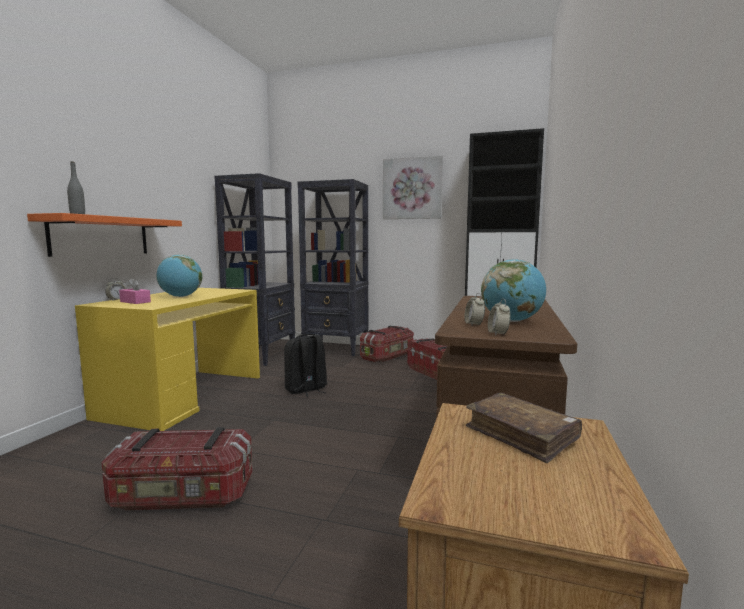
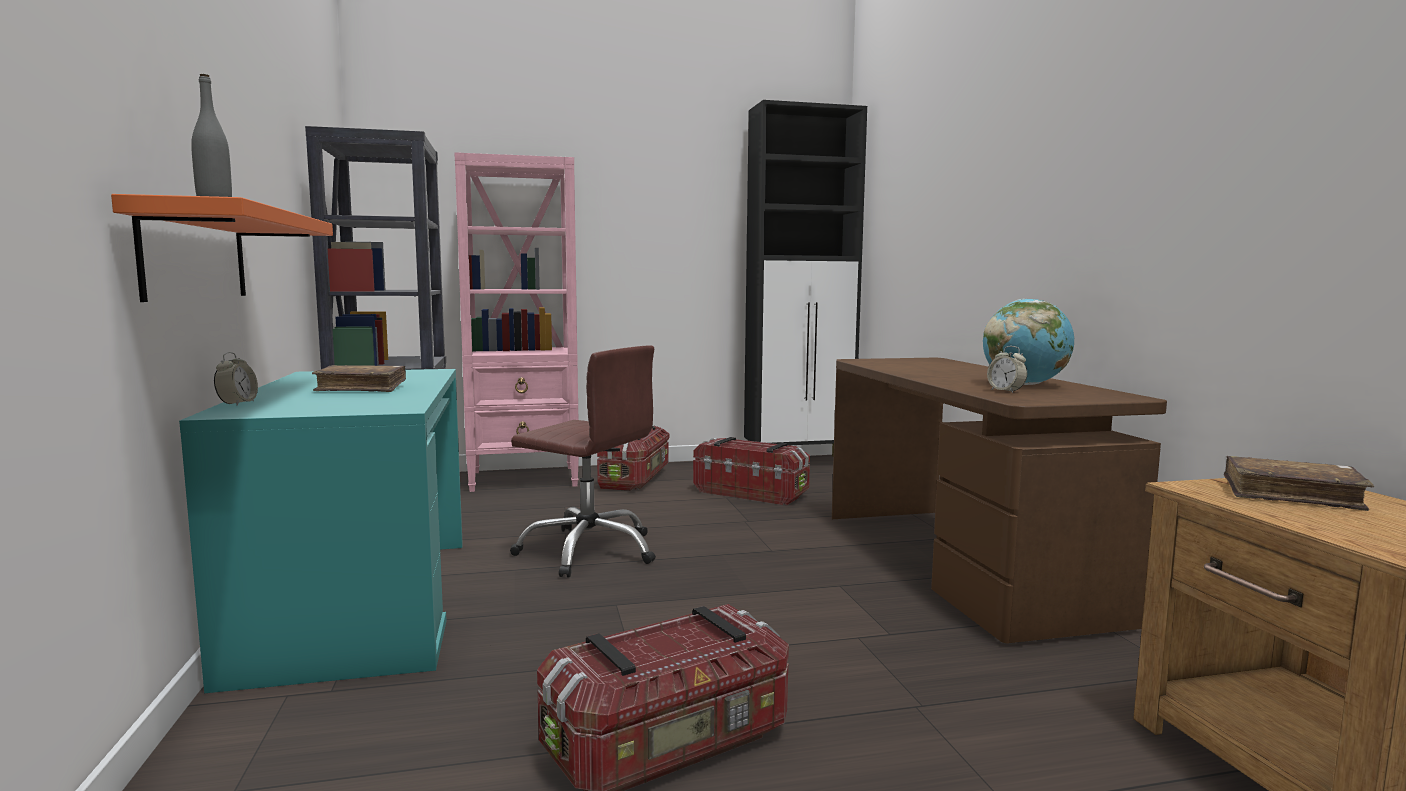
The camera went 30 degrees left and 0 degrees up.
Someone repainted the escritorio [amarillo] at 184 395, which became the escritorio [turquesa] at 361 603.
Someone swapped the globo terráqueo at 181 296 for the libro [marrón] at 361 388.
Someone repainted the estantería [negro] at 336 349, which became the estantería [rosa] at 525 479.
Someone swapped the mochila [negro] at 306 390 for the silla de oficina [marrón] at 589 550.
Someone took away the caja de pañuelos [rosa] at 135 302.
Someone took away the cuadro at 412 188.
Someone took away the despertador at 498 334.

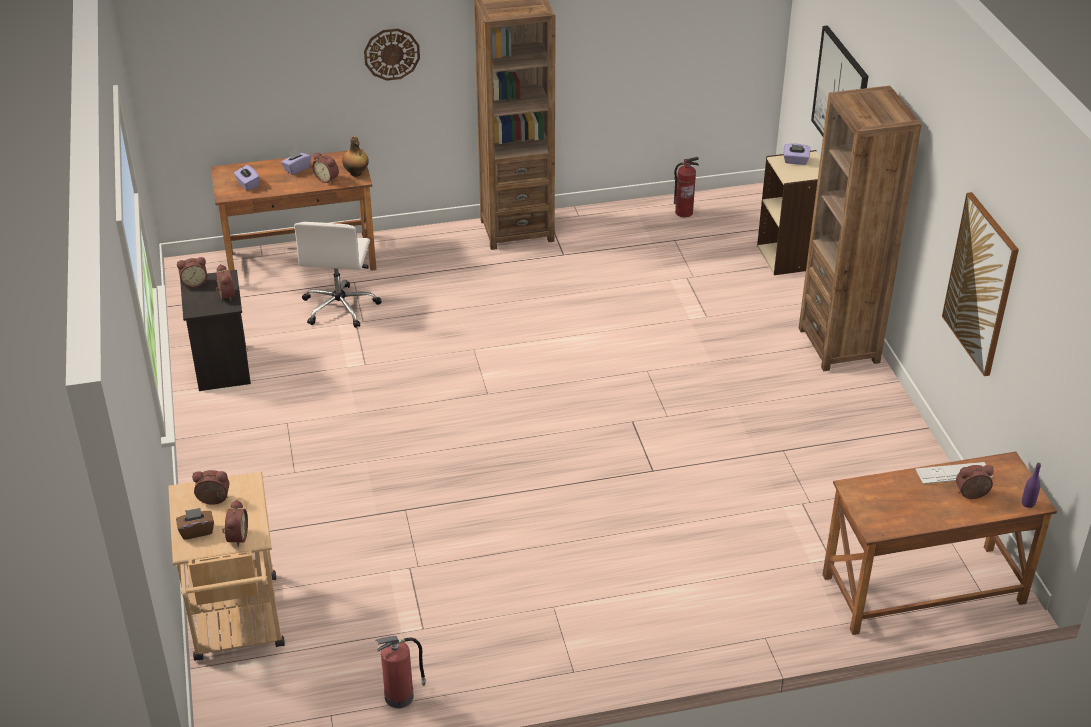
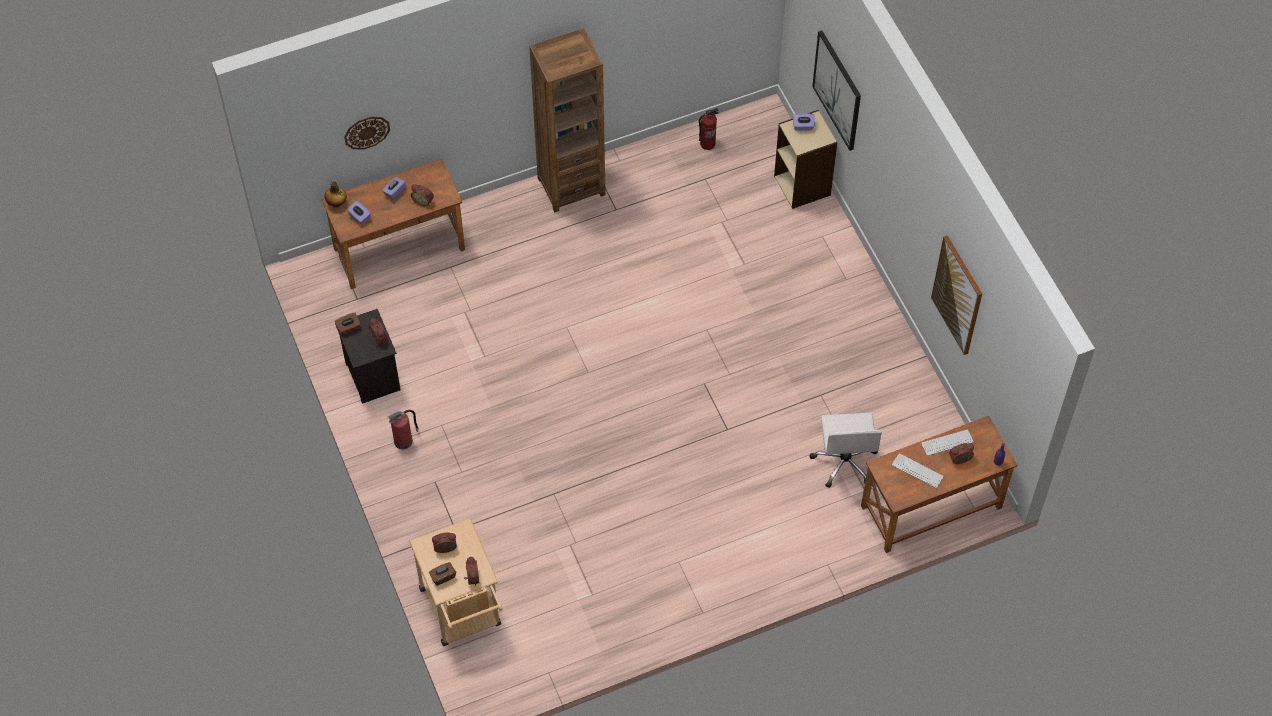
The camera went 10 degrees left and 20 degrees up.
Someone carried the botella from 356 173 to 337 203.
Someone swapped the despertador at 194 282 for the caja de pañuelos [marrón] at 348 328.
Someone carried the reloj de pared from 391 54 to 366 132.
Someone carried the extintor from 401 696 to 404 440.
Someone carried the silla de oficina [blanco] from 340 307 to 844 462.
Someone put down the teclado at 917 471.
Someone took away the estantería [marrón] at 839 345.

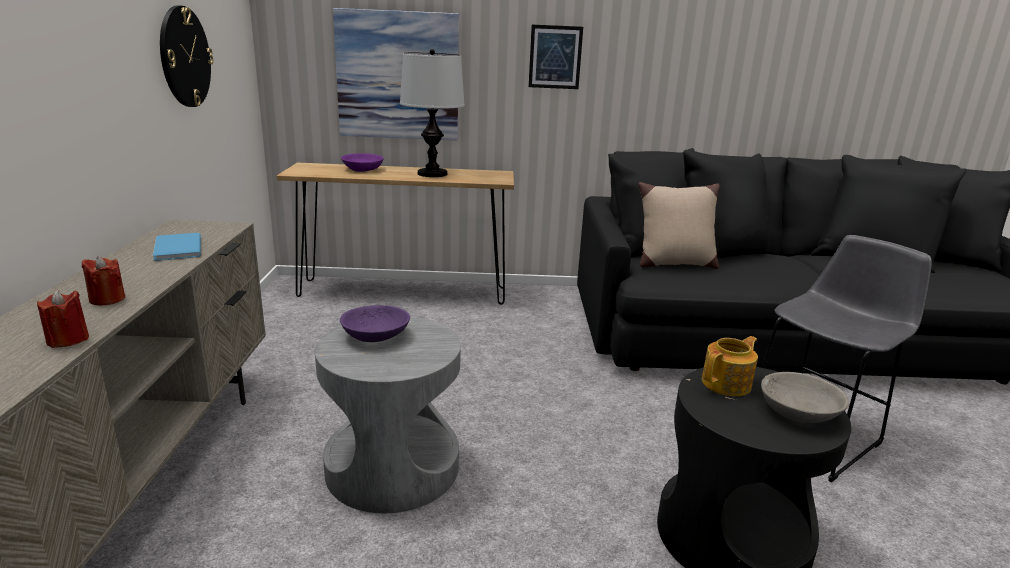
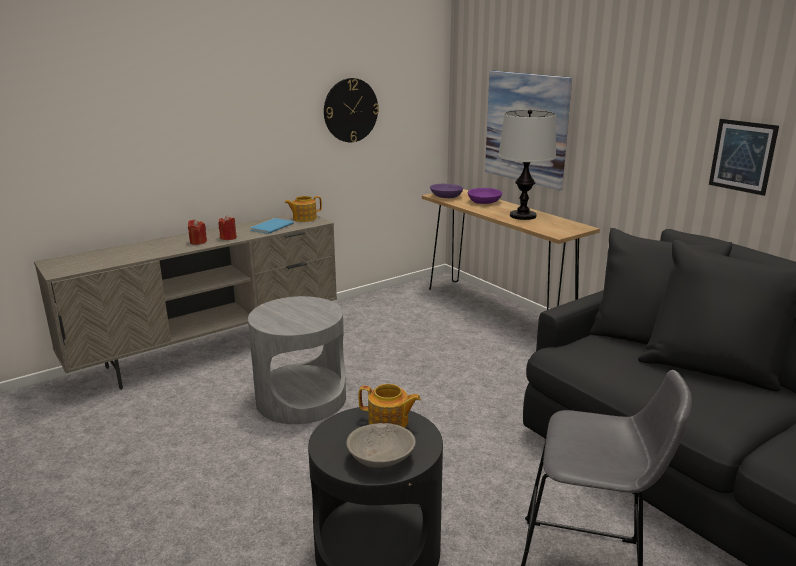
The camera went 55 degrees right and 0 degrees up.
Someone carried the vela [rojo] from 68 340 to 228 238.
Someone put down the tetera at 304 218.
Someone carried the cuenco [morado] from 375 336 to 446 196.
Someone carried the cuadro from 555 57 to 742 156.
Someone took away the cojín [beis] at 673 264.

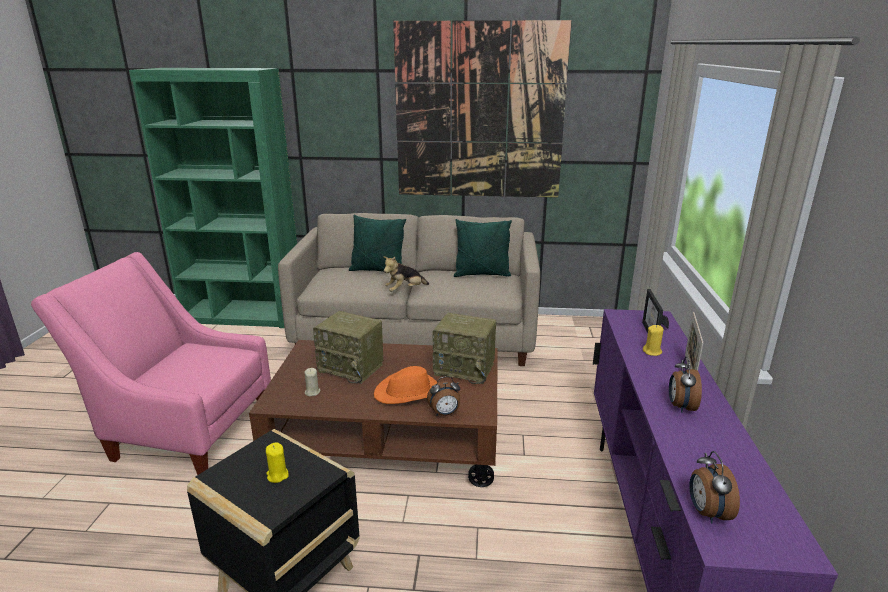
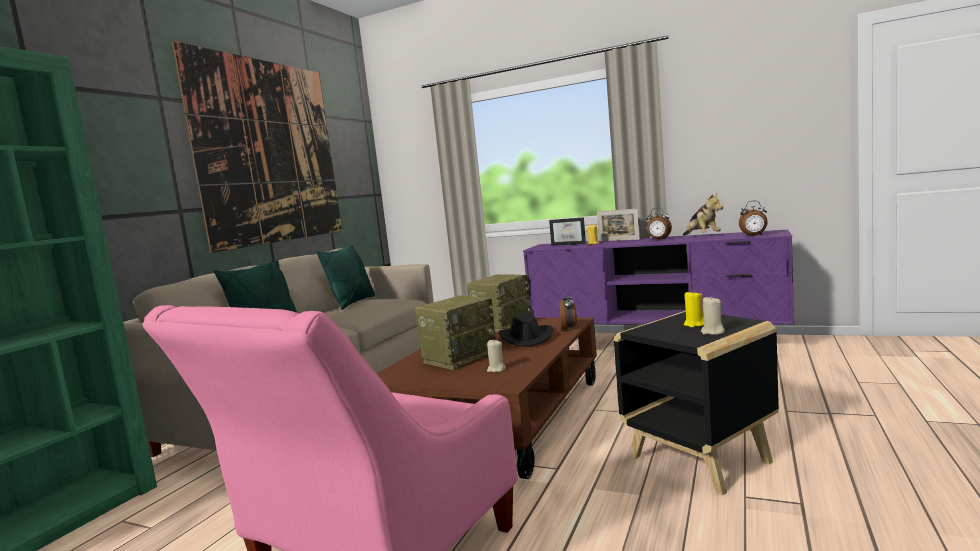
The camera went 70 degrees left and 15 degrees down.
Someone repainted the sombrero [naranja] at 408 392, which became the sombrero [negro] at 526 338.
Someone carried the peluche from 405 290 to 702 236.
Someone put down the vela [beis] at 712 332.

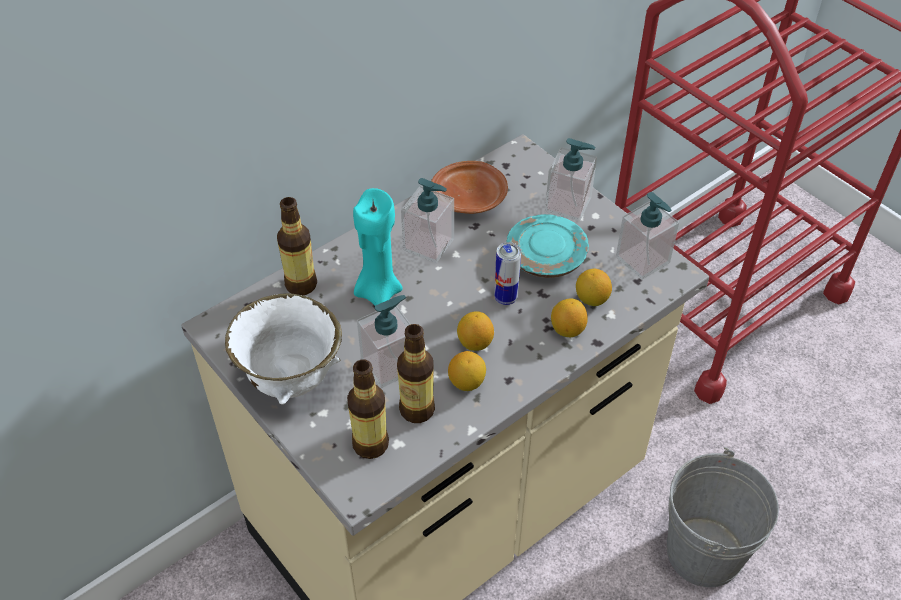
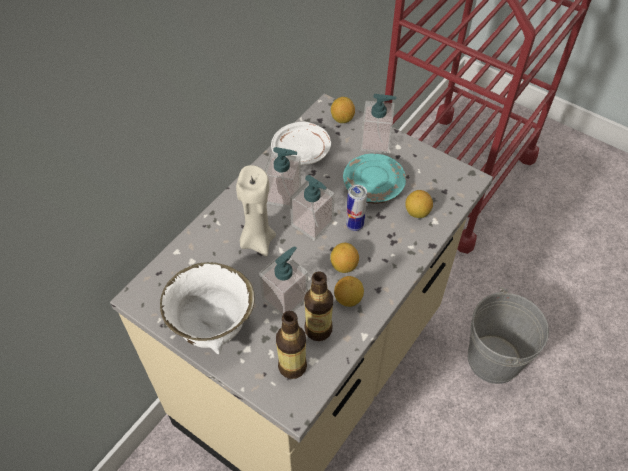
The camera went 15 degrees left and 5 degrees up.
Someone repainted the vela [turquesa] at 378 291, which became the vela [beis] at 257 241.
Someone repainted the plato [marrón] at 470 197, which became the plato [blanco] at 302 151.
Someone carried the dispensador de jabón from 643 260 to 312 223.
Someone carried the limón from 567 329 to 342 119.
Someone took away the botella at 301 284.

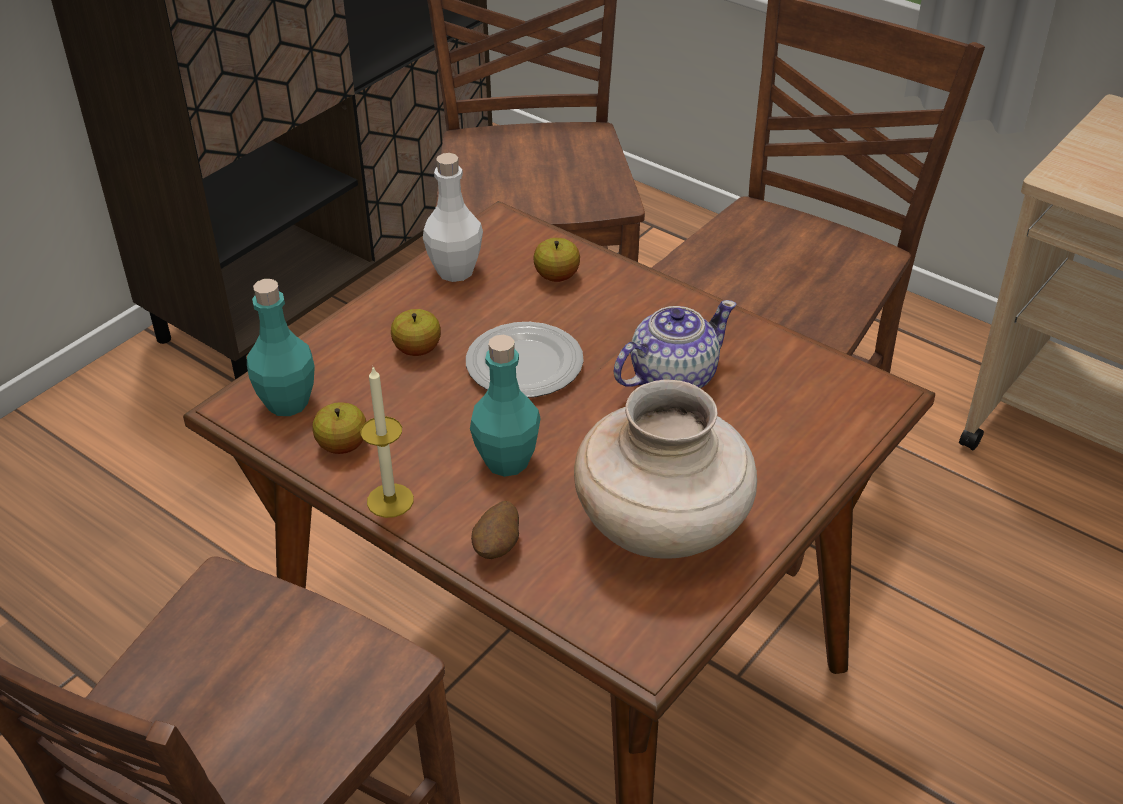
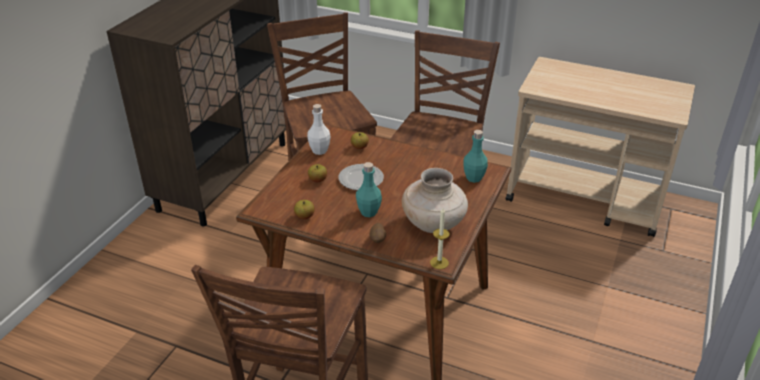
The camera went 15 degrees left and 5 degrees down.
Someone carried the vela from 390 500 to 439 262.
Someone carried the botella [turquesa] from 287 403 to 474 178.
Someone took away the tetera at 671 377.

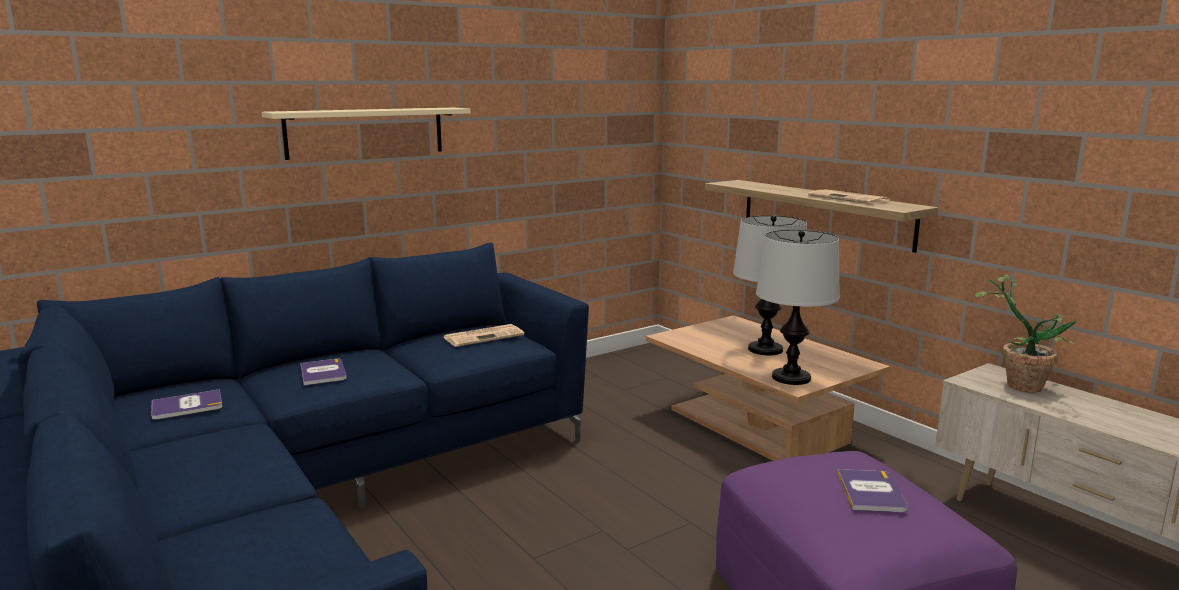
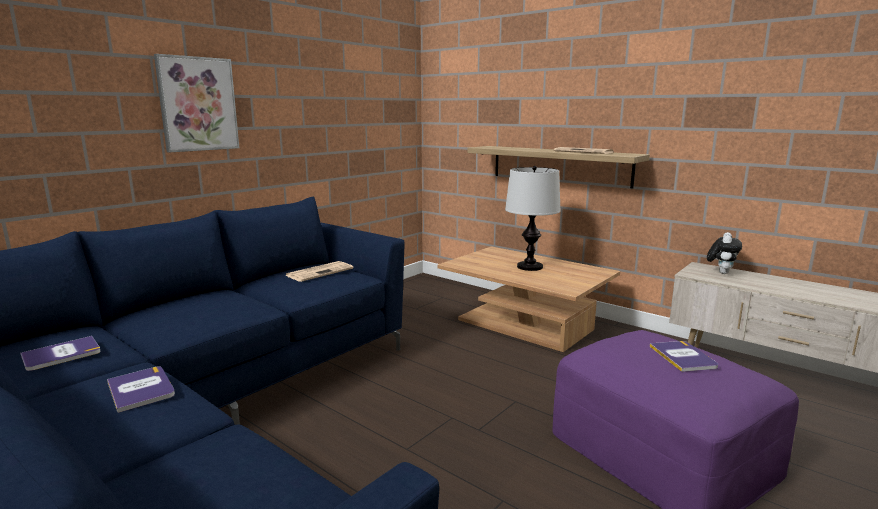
The camera went 15 degrees left and 0 degrees up.
Someone carried the libro from 323 373 to 141 389.
Someone swapped the estante [beis] at 365 132 for the cuadro at 198 104.
Someone swapped the planta en maceta at 1017 383 for the peluche at 721 272.
Someone took away the lámpara de mesa at 791 378.

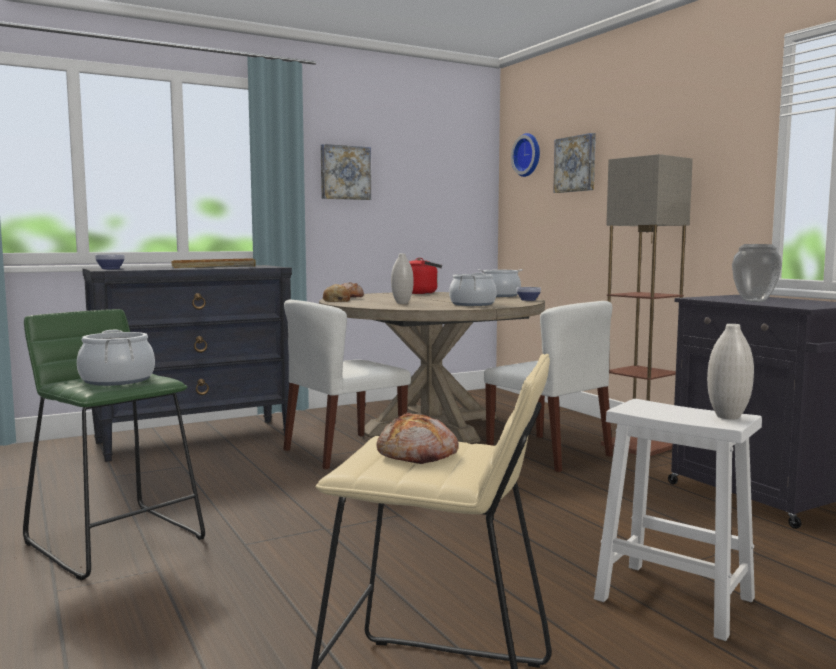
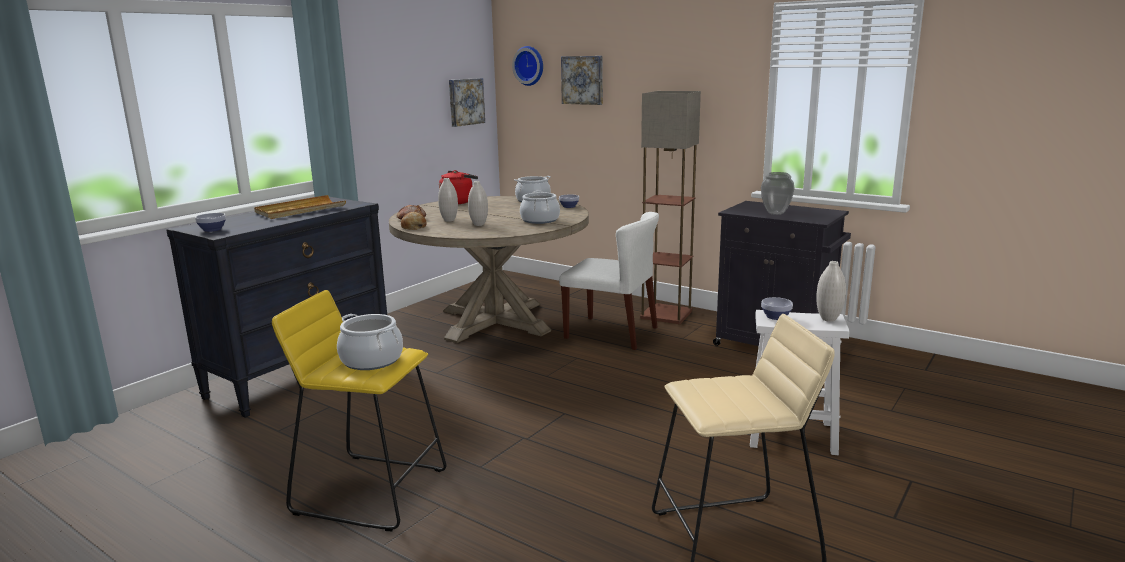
The camera went 25 degrees left and 10 degrees up.
Someone repainted the taburete [verde] at 117 540, which became the taburete [amarillo] at 371 490.
Someone put down the florero [blanco] at 449 220.
Someone carried the cuadro from 345 172 to 465 102.
Someone put down the cuenco at 775 316.
Someone took away the silla [blanco] at 344 451.
Someone took away the pan at 418 455.

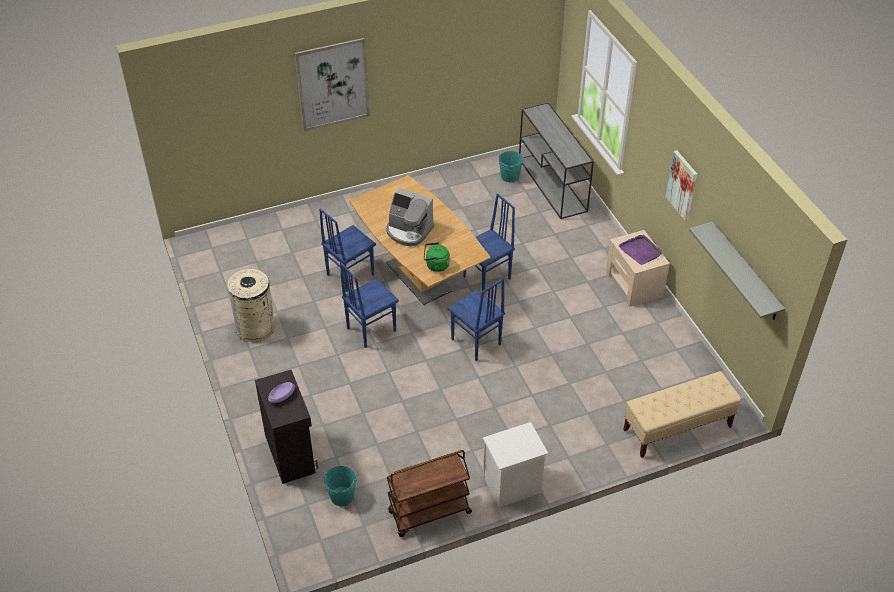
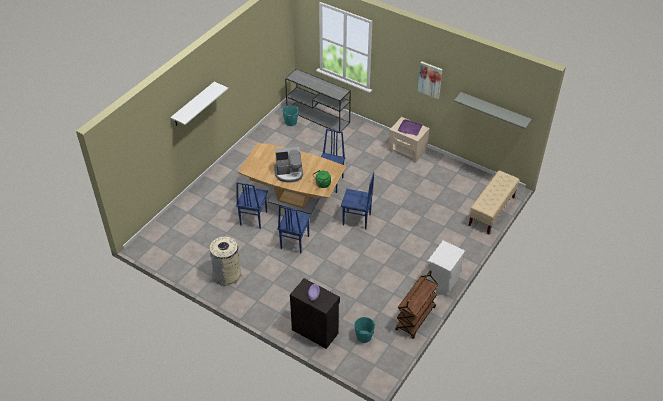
The camera went 35 degrees left and 0 degrees up.
Someone swapped the cuadro at 333 84 for the estante [blanco] at 193 104.

